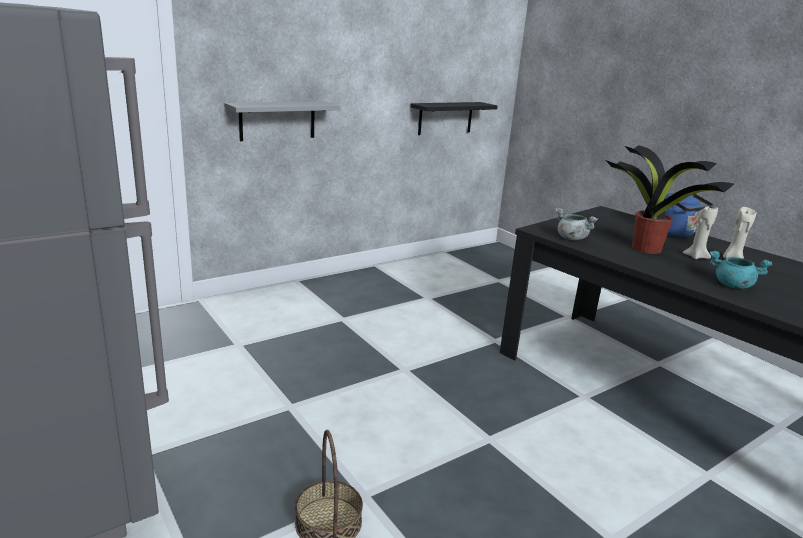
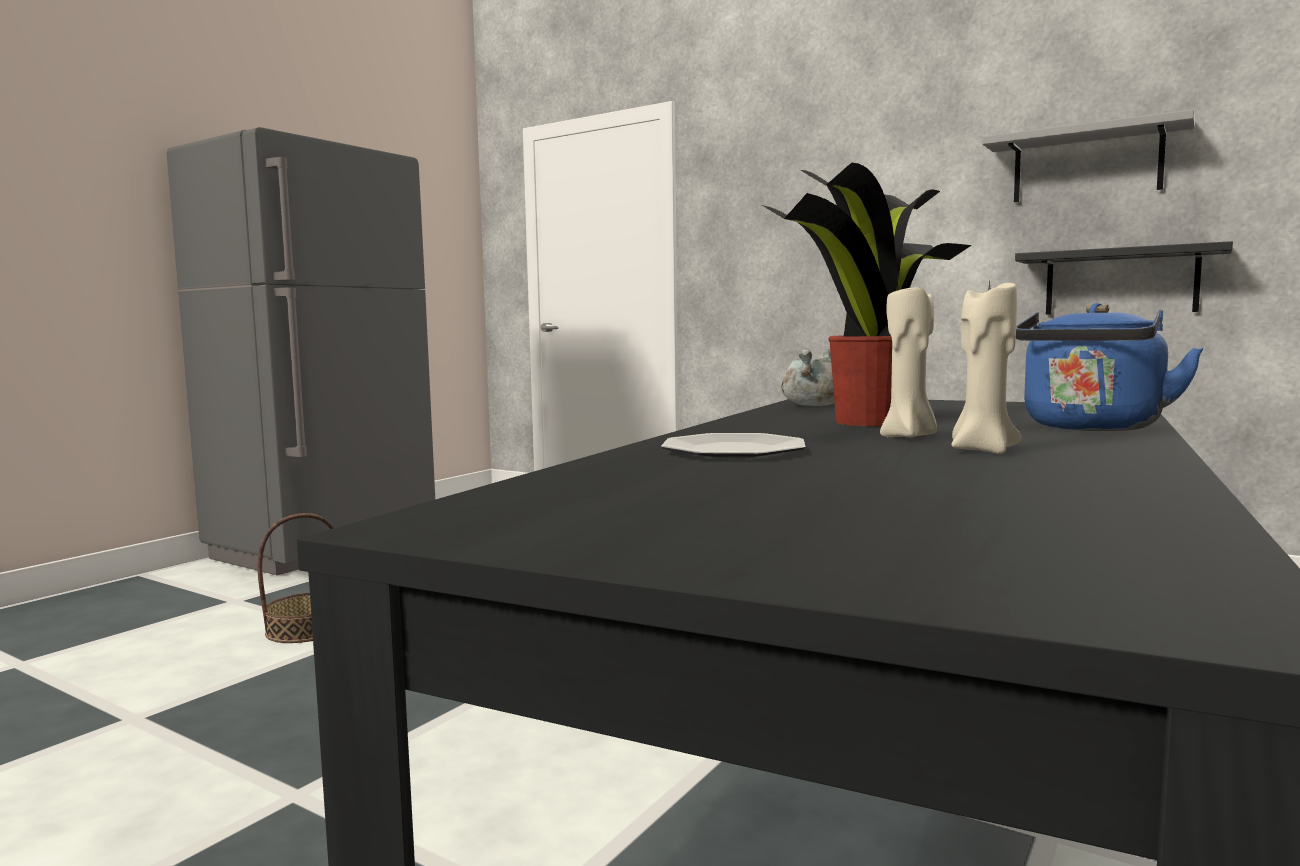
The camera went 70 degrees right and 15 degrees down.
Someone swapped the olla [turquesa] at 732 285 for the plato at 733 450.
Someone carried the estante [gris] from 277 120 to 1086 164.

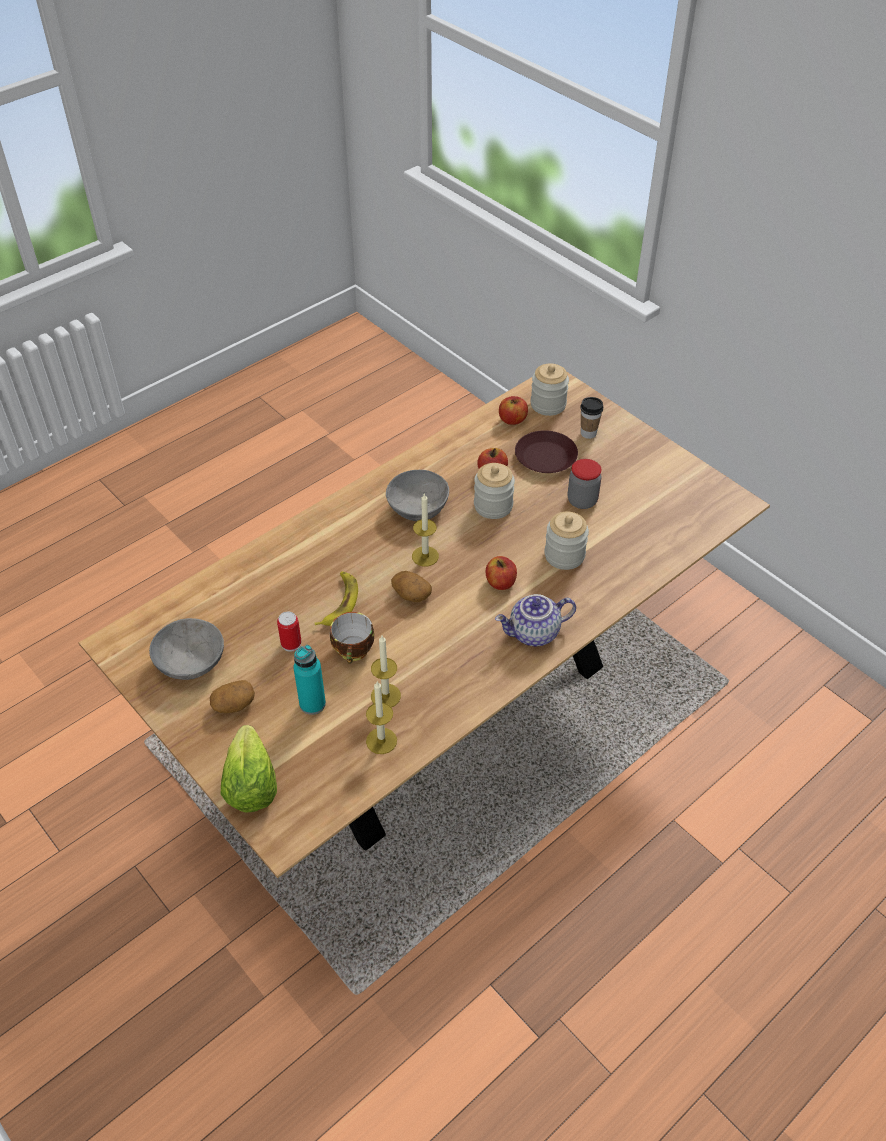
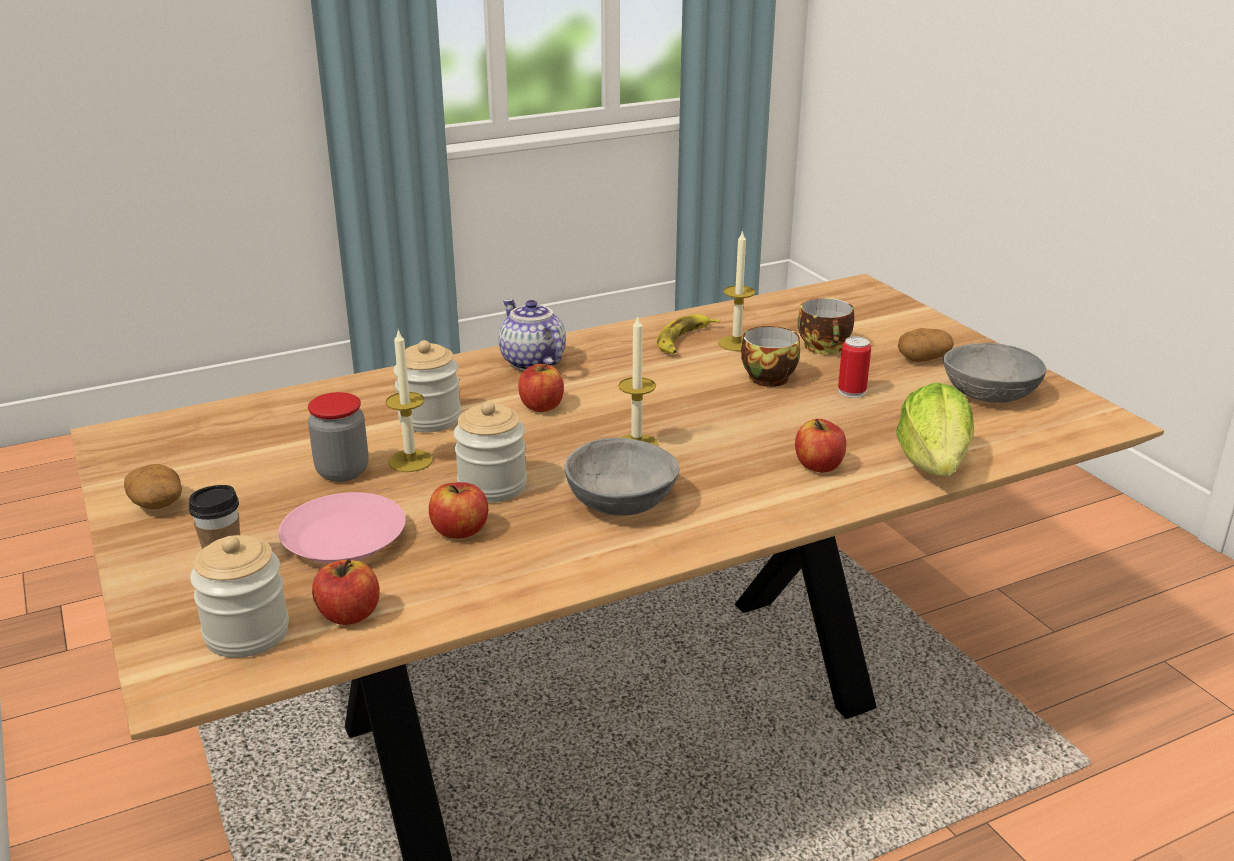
The camera went 165 degrees left and 20 degrees down.
Someone carried the patata from 411 594 to 158 503.
Someone repainted the plato [marrón] at 545 457, which became the plato [rosa] at 345 538.
Someone carried the vela from 381 741 to 410 461.
Someone rotated the tetera at 534 634 by 120 degrees counterclockwise.
Someone carried the plátano from 339 602 to 684 340.
Someone put down the manzana at 819 466.
Someone swapped the botella [turquesa] at 312 704 for the taza at 825 348.
Someone carried the lechuga from 250 785 to 933 464.

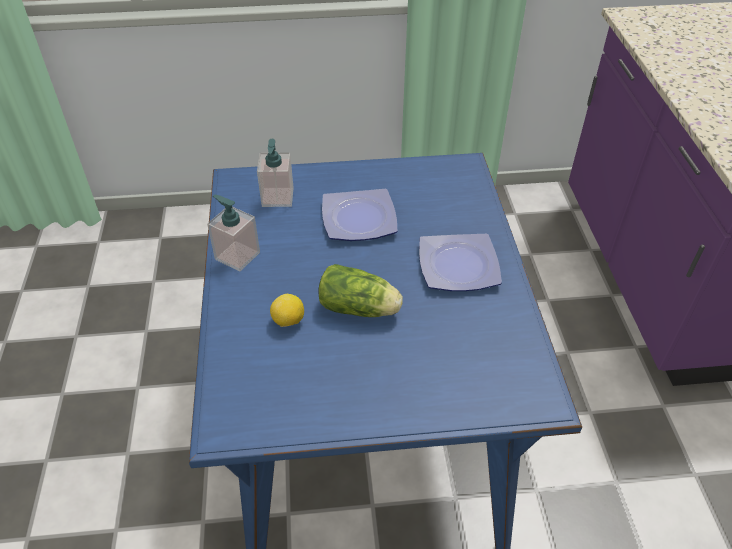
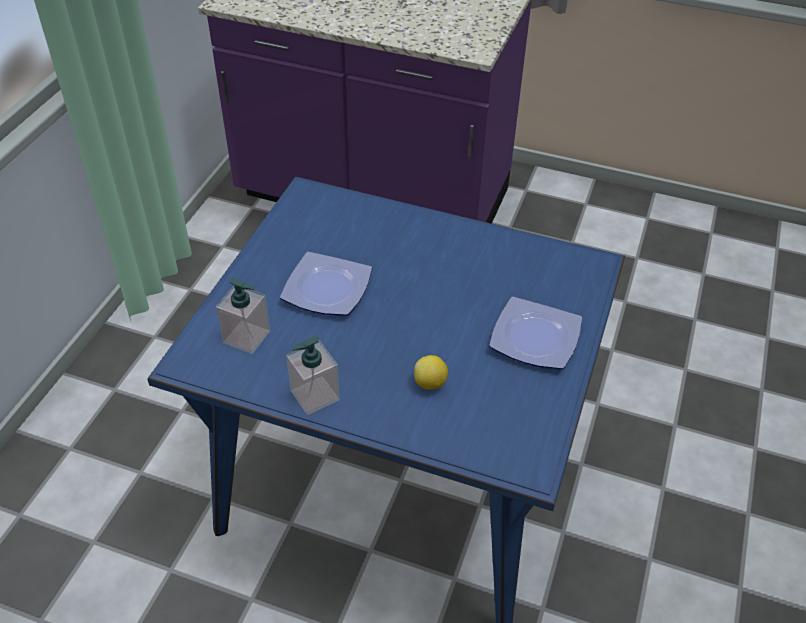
The camera went 65 degrees left and 0 degrees up.
Someone carried the plato from 460 267 to 537 337.
Someone took away the lechuga at 361 309.

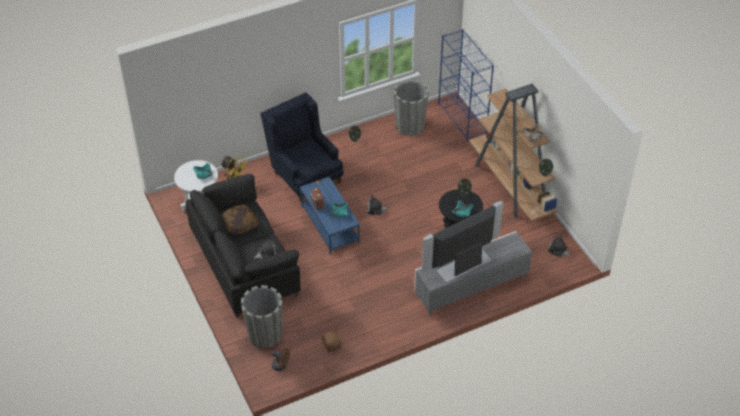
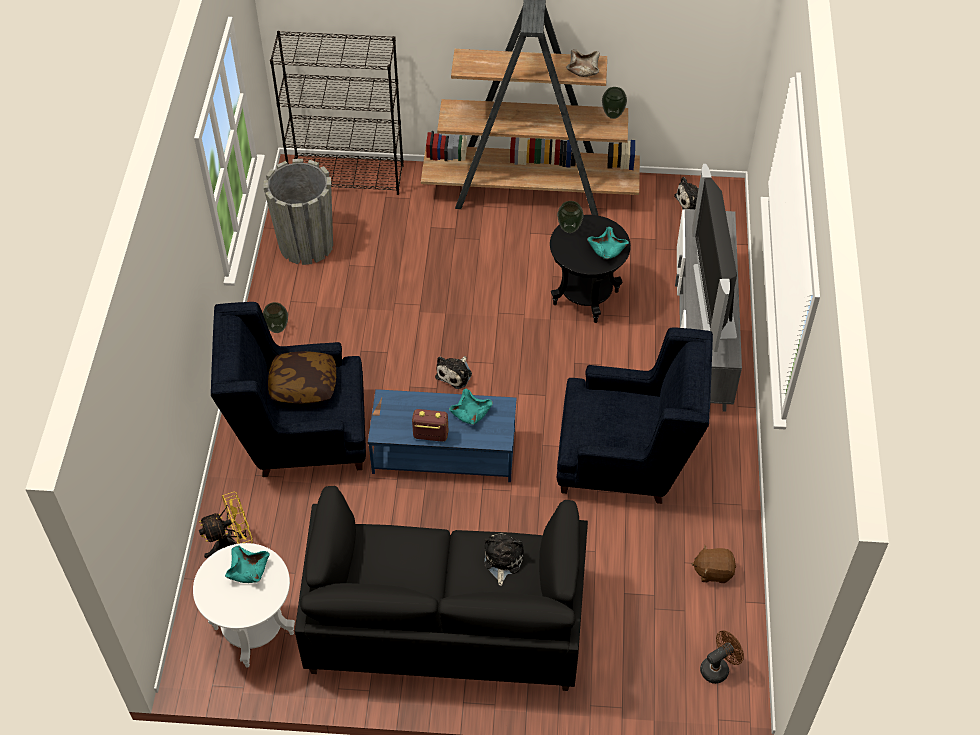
The camera went 60 degrees left and 5 degrees up.
Someone carried the cojín from 240 224 to 303 385.
Someone repainted the estantería [azul] at 462 120, which became the estantería [negro] at 347 177.
Someone put down the sillón [azul] at 627 459.
Someone took away the maceta [gris] at 265 335.

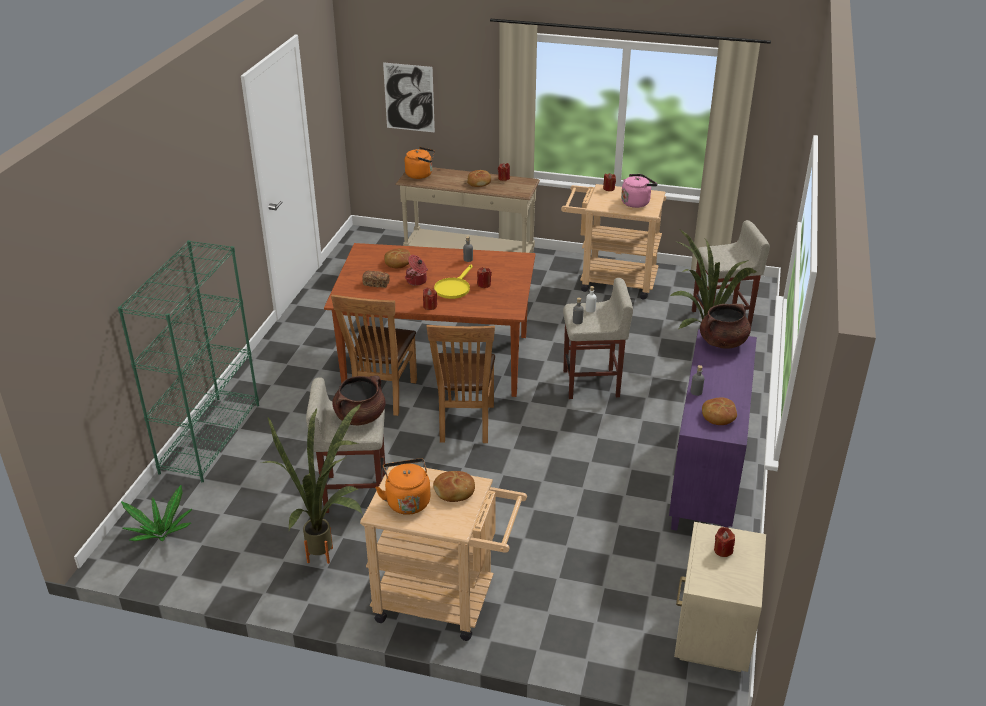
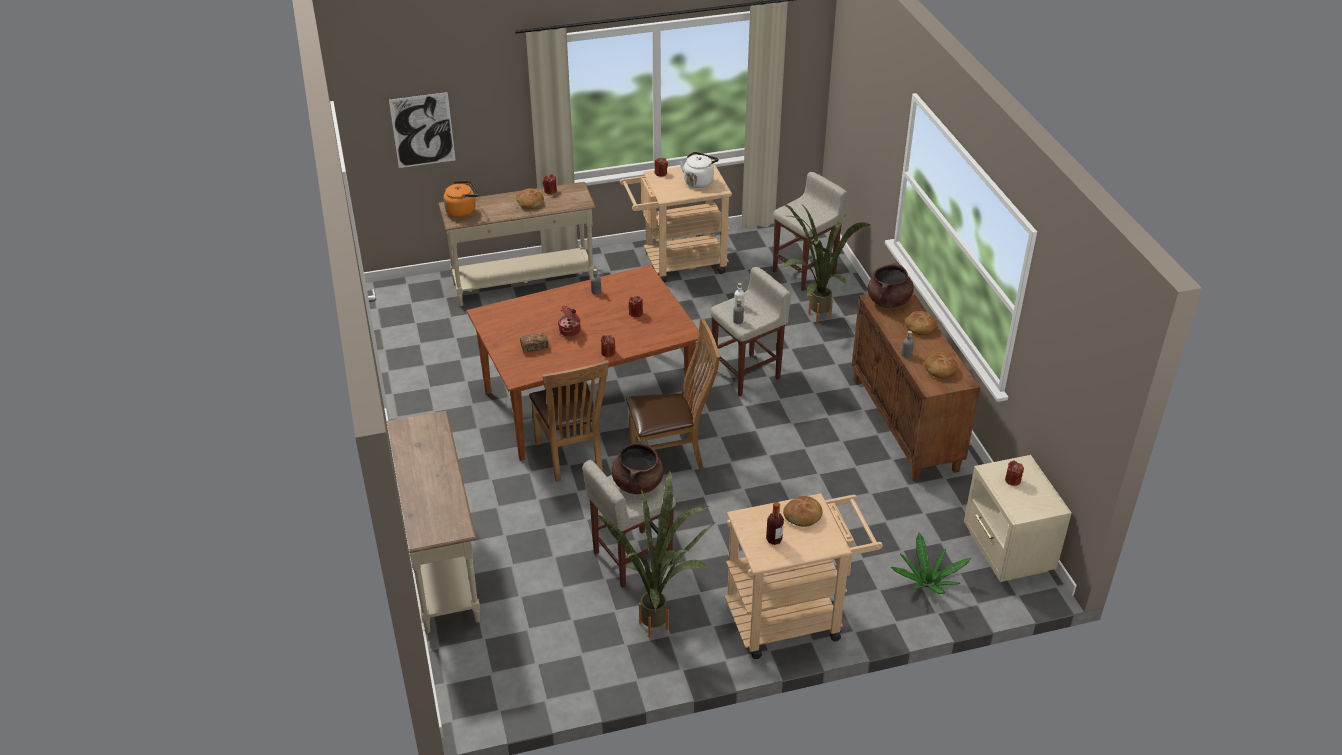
The camera went 30 degrees left and 5 degrees up.
Someone swapped the estantería [verde] at 210 437 for the mesa consola [beis] at 442 563.
Someone rotated the silla [marrón] at 464 425 by 75 degrees counterclockwise.
Someone repainted the hervidor [rosa] at 636 202, which became the hervidor [blanco] at 699 181.
Someone swapped the hervidor [naranja] at 407 501 for the botella at 774 539.
Someone repainted the armario [morado] at 707 477, which became the armario [marrón] at 905 425.
Someone carried the planta en maceta from 161 533 to 927 582.
Someone carried the pan from 398 262 to 920 327.
Someone took away the sartén [amarillo] at 454 288.

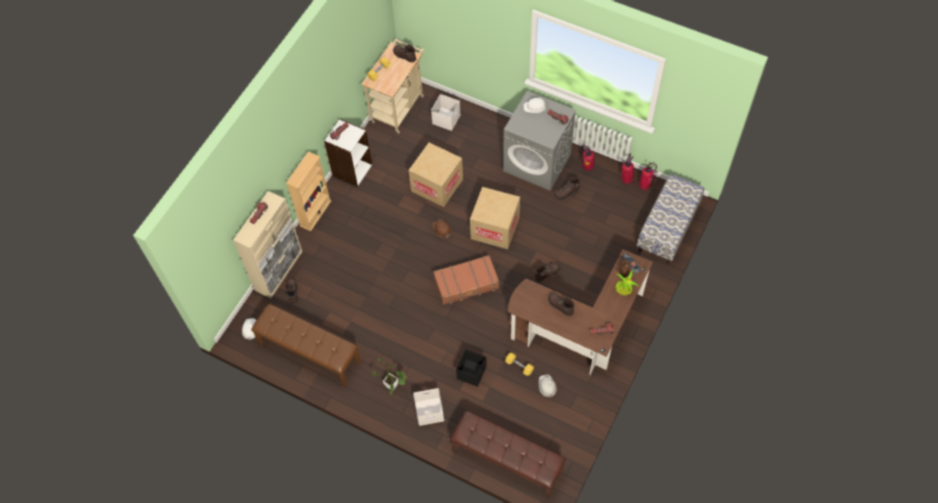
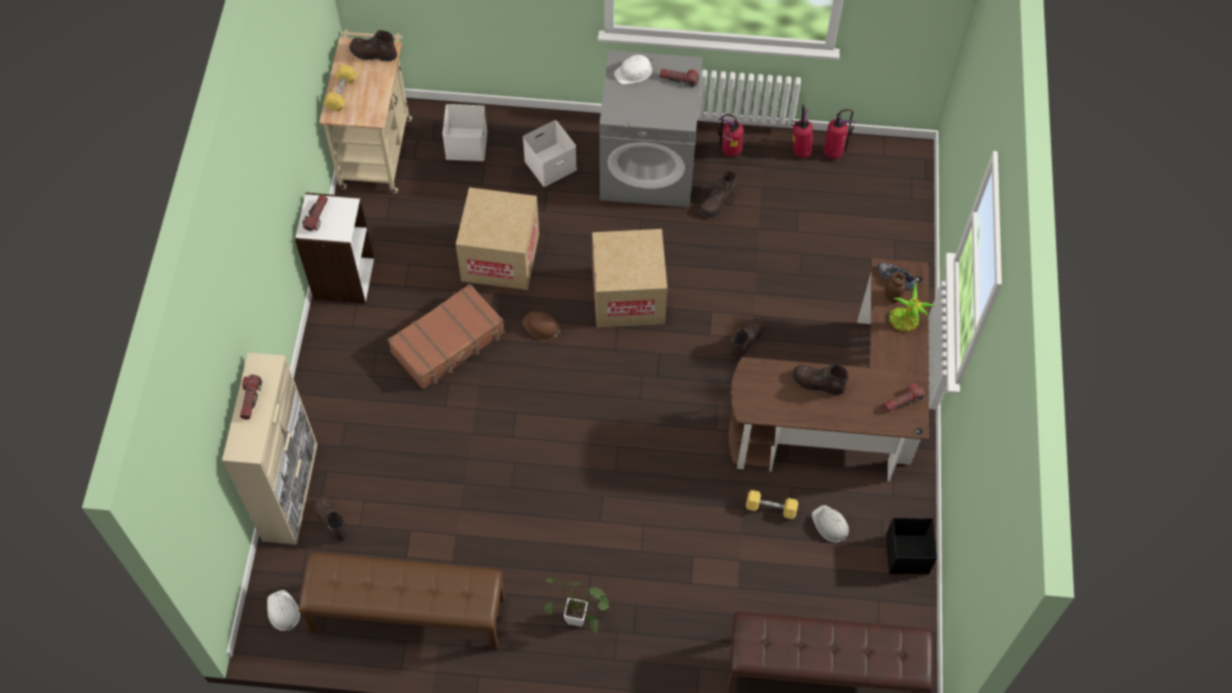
The camera went 25 degrees left and 0 degrees up.
Someone carried the maleta [marrón] from 466 284 to 448 343.
Someone carried the caja de almacenaje [blanco] from 429 412 to 550 166.
Someone carried the caja de almacenaje [negro] from 472 372 to 907 554.
Someone took away the estantería [beis] at 315 213.
Someone took away the banco at 667 229.

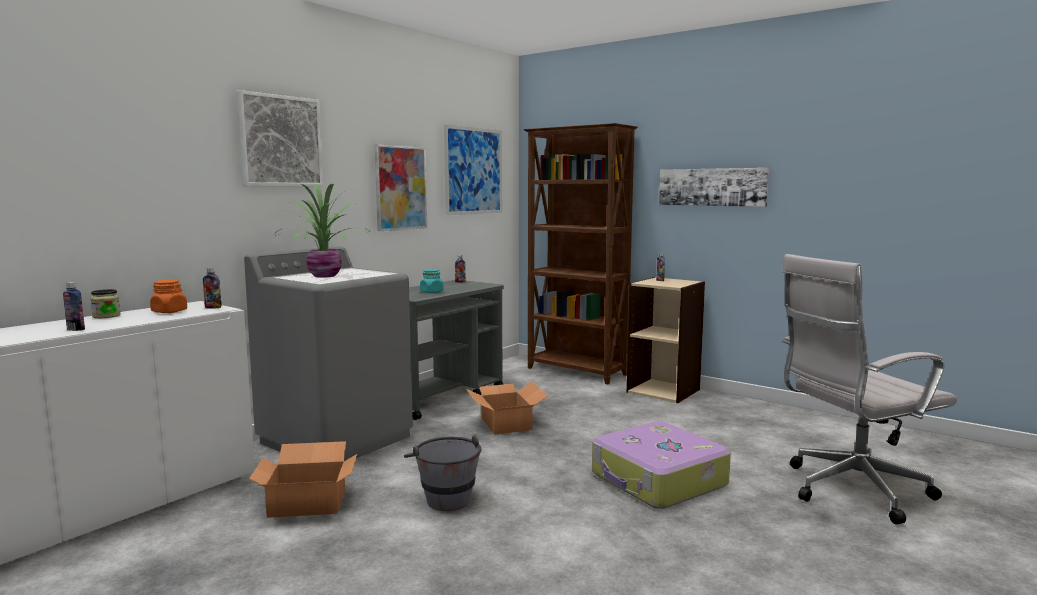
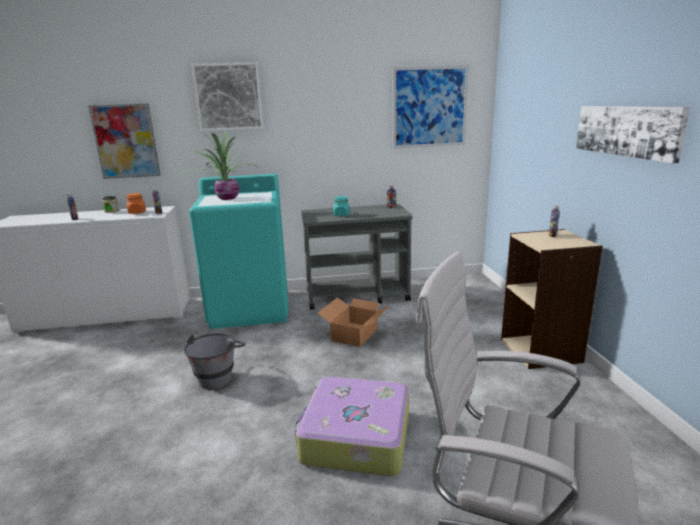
The camera went 45 degrees right and 10 degrees up.
Someone carried the cuadro from 400 188 to 126 141.
Someone repainted the lavadora [gris] at 337 439, which became the lavadora [turquesa] at 251 309.
Someone took away the caja de cartón at 307 502.
Someone took away the estantería [marrón] at 576 372.

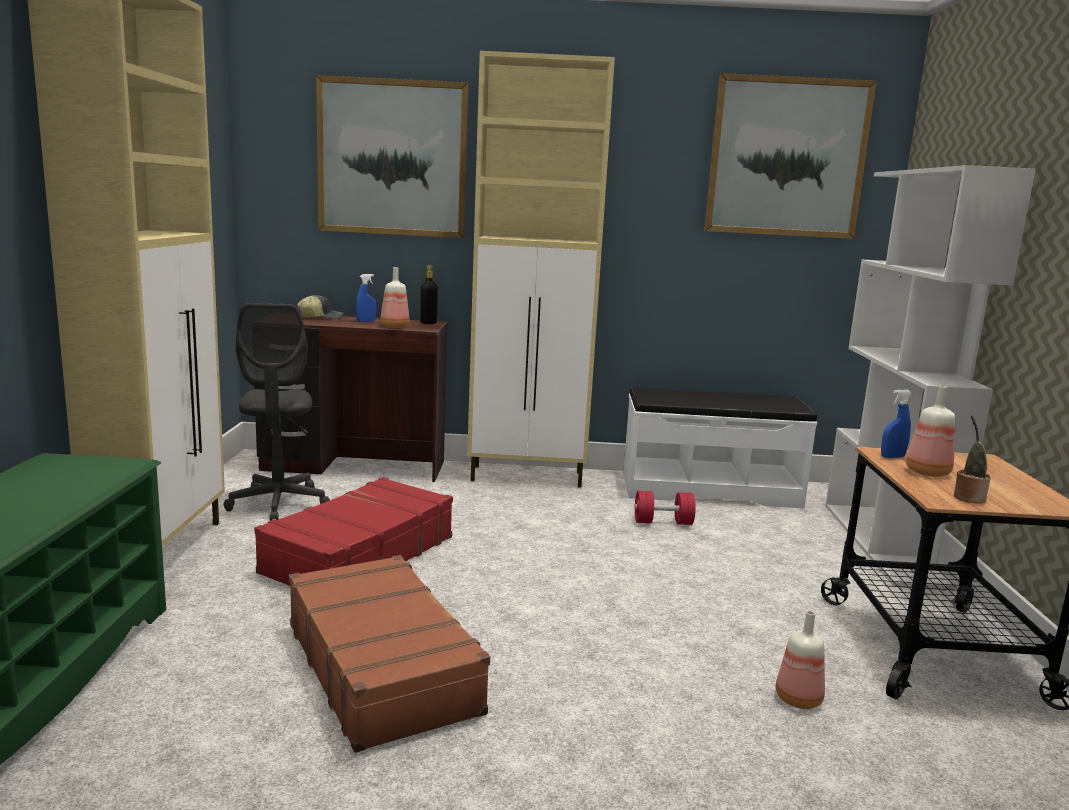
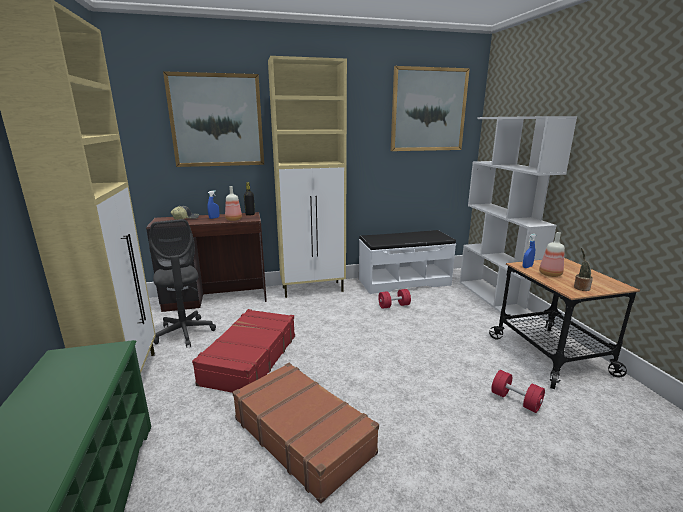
The camera went 15 degrees left and 5 degrees up.
Someone swapped the botella at 800 700 for the mancuerna [rojo] at 515 400.

